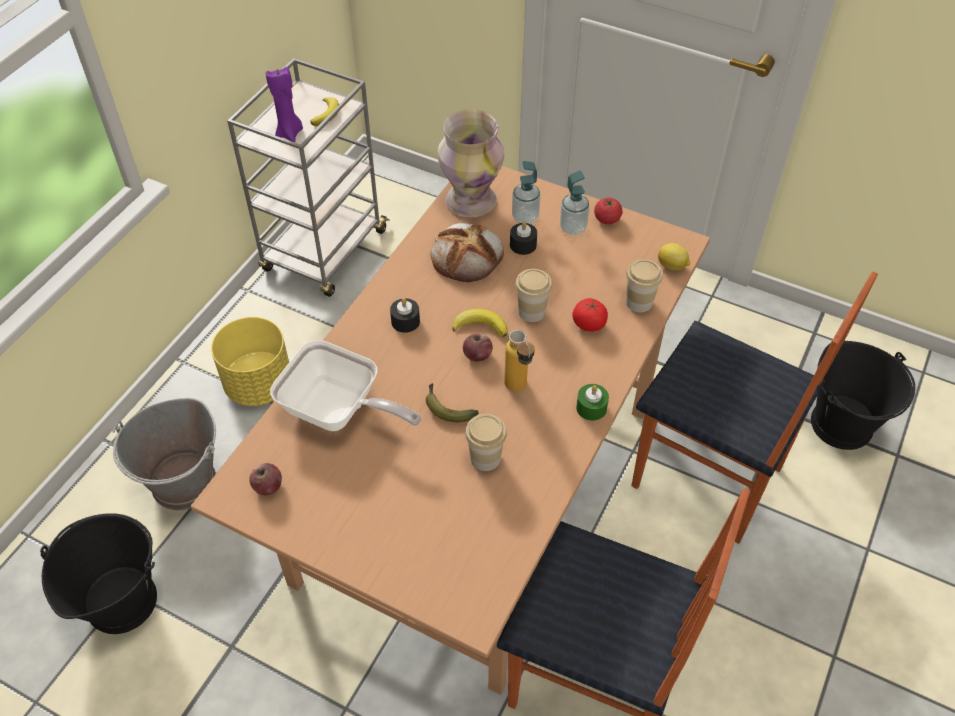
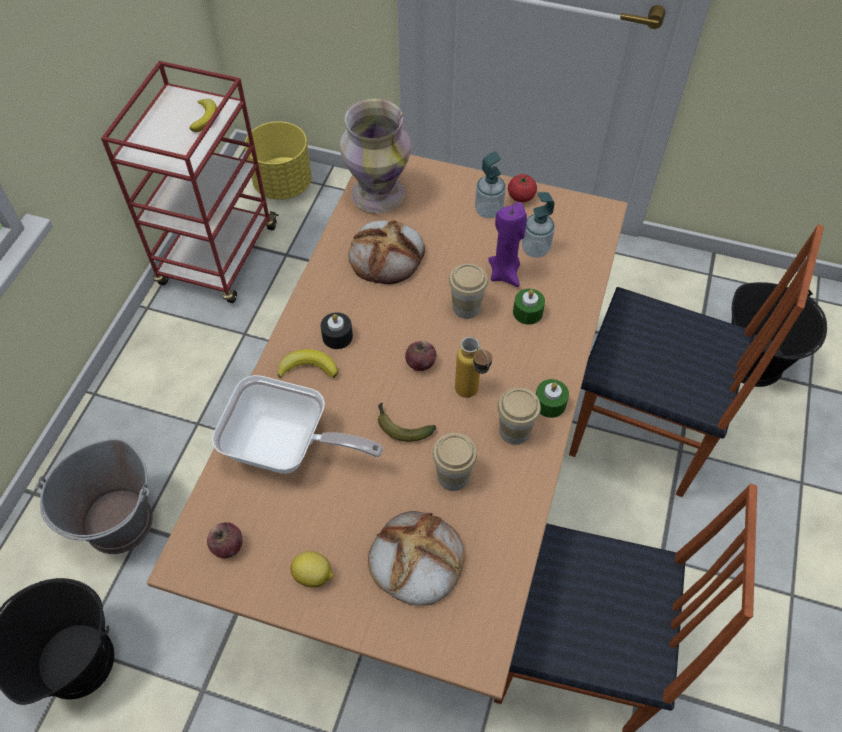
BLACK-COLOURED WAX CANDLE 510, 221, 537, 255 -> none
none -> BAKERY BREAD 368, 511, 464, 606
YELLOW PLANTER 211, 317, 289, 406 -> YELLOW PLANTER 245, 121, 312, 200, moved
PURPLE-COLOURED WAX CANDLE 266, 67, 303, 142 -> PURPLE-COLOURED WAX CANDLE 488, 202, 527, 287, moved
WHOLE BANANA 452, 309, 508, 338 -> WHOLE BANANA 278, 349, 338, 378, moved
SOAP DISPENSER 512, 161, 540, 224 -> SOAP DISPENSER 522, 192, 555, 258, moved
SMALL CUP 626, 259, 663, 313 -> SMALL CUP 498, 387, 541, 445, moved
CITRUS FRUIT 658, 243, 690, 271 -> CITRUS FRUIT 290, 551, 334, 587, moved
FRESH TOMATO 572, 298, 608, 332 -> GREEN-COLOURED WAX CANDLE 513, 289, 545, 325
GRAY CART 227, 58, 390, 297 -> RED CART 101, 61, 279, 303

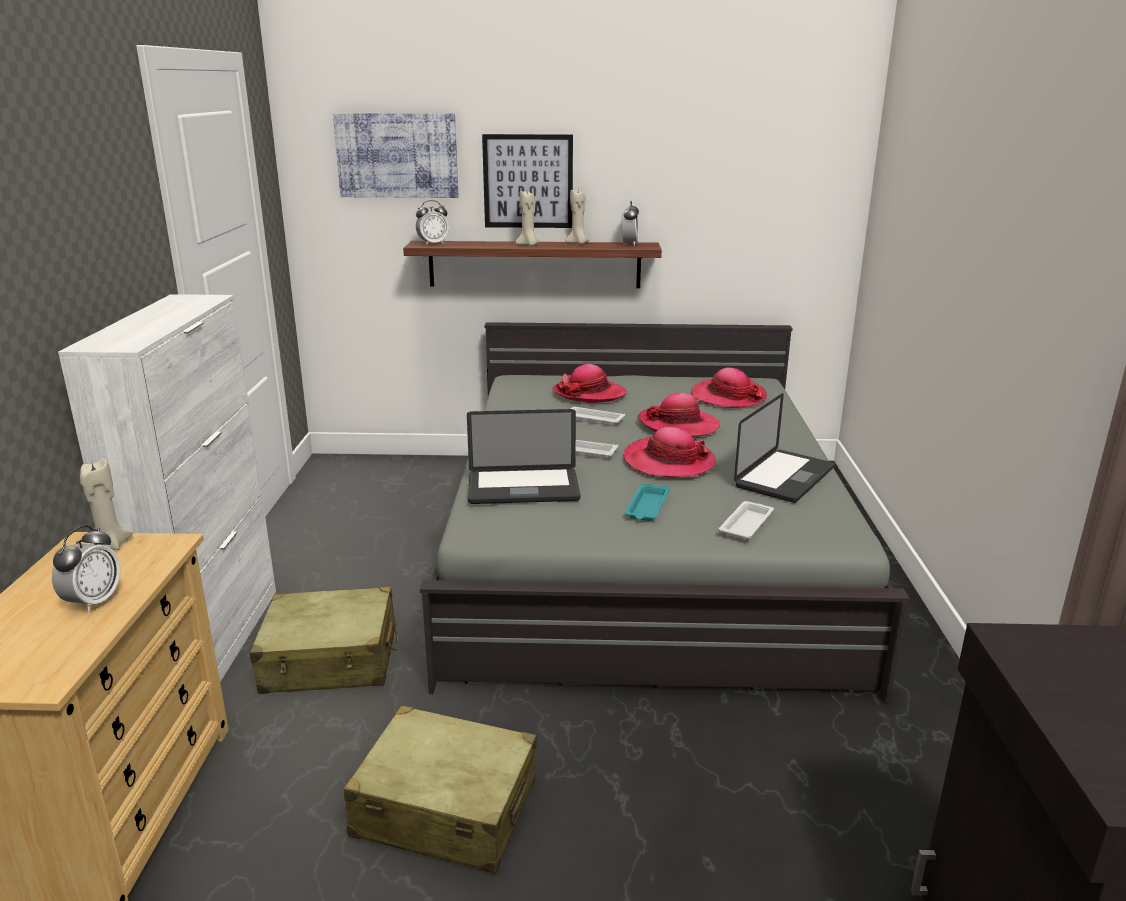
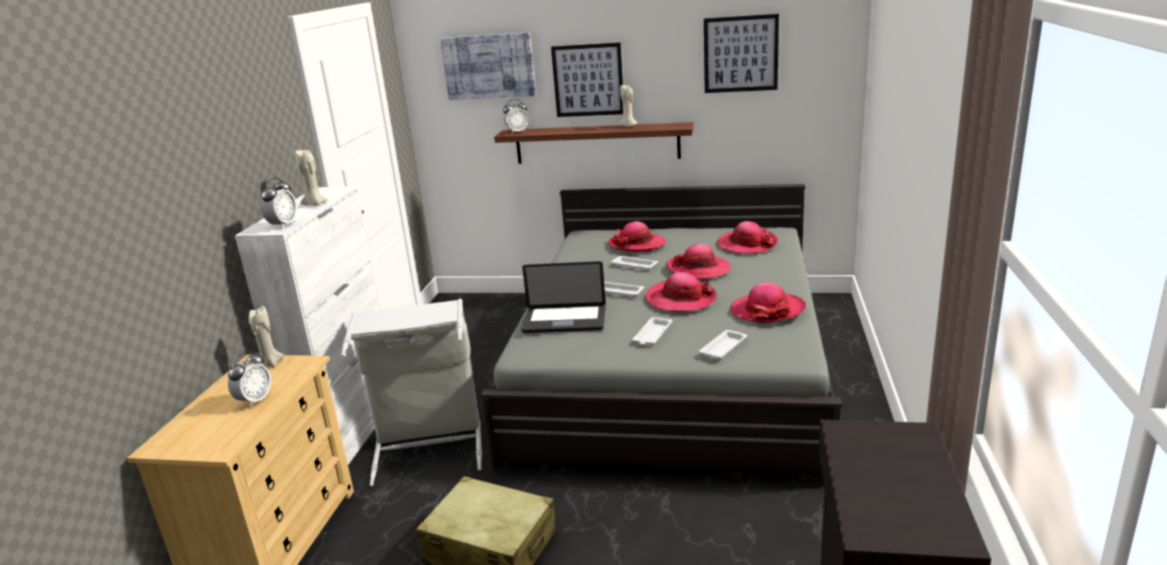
none -> PICTURE 704, 14, 779, 93
BEIGE WAX CANDLE 515, 191, 540, 246 -> BEIGE WAX CANDLE 295, 150, 328, 206, moved
BEDSIDE CLOCK 622, 201, 639, 246 -> BEDSIDE CLOCK 261, 178, 297, 229, moved
BEIGE PIECE OF LUGGAGE 250, 587, 398, 694 -> GRAY WASHING BASKET 340, 299, 482, 487
NOTEBOOK COMPUTER 734, 393, 835, 503 -> WEARABLE HAT 731, 282, 806, 323
BLUE-GREEN CARRYING TRAY 625, 483, 670, 521 -> WHITE CARRYING TRAY 632, 316, 673, 345

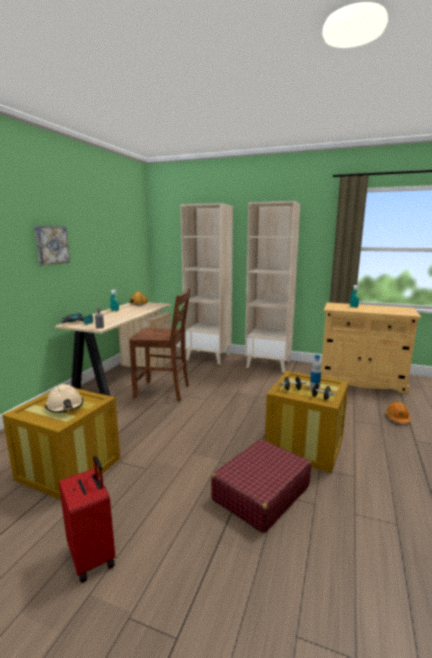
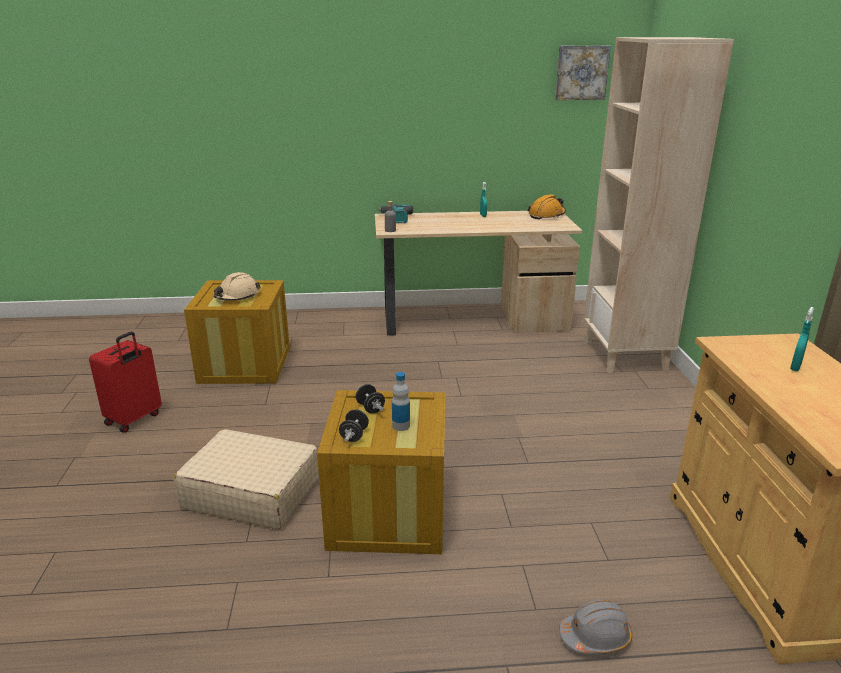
BROWNISH CHAIR 129, 289, 190, 401 -> none
BEIGE BOOKSHELF 245, 201, 301, 373 -> none
PICTURE 34, 226, 70, 266 -> PICTURE 555, 46, 611, 100, moved
RED PIECE OF LUGGAGE 211, 439, 311, 533 -> BEIGE PIECE OF LUGGAGE 174, 429, 319, 529
ORANGE WORK HELMET 386, 402, 410, 423 -> GRAY WORK HELMET 559, 599, 633, 654

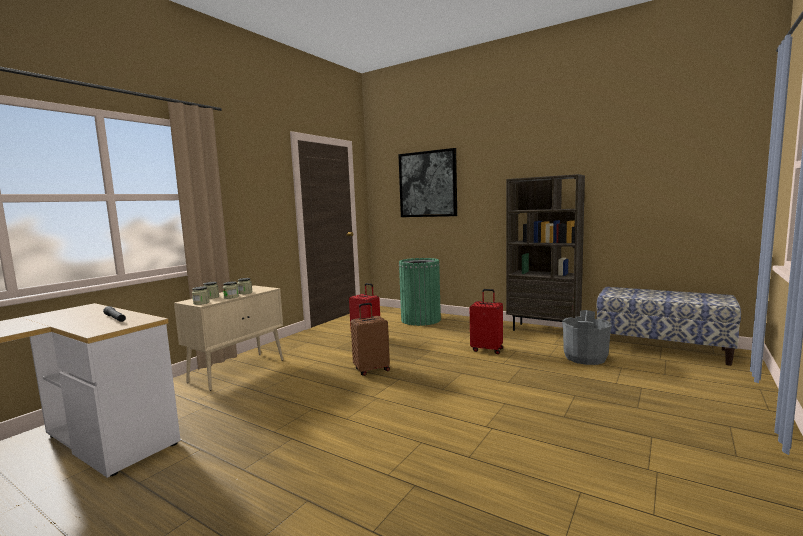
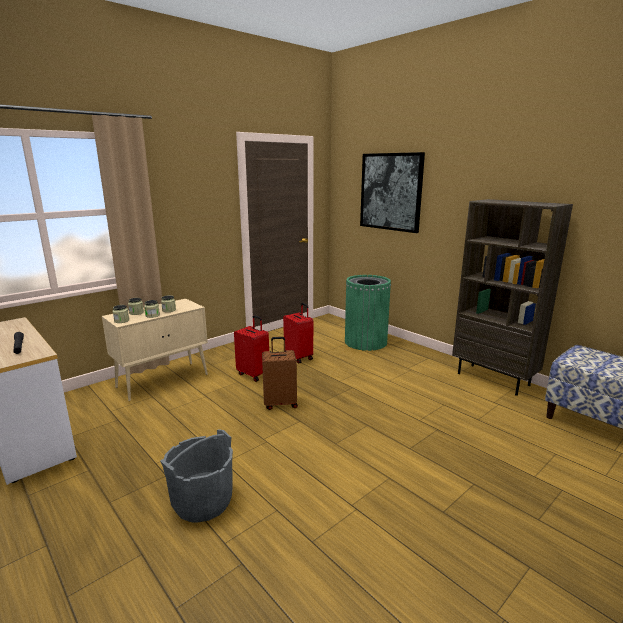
RED PIECE OF LUGGAGE 470, 289, 503, 354 -> RED PIECE OF LUGGAGE 234, 315, 269, 382, moved
GRAY WATER BUCKET 562, 310, 612, 365 -> GRAY WATER BUCKET 160, 429, 233, 523, moved

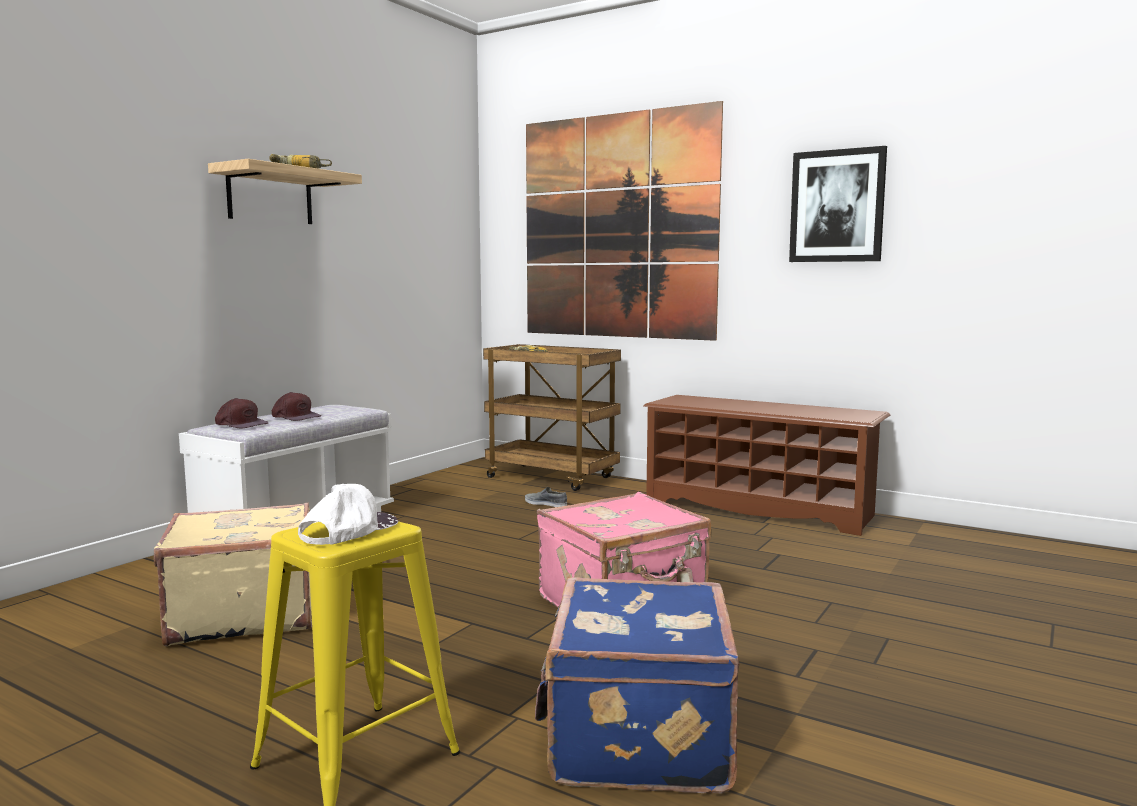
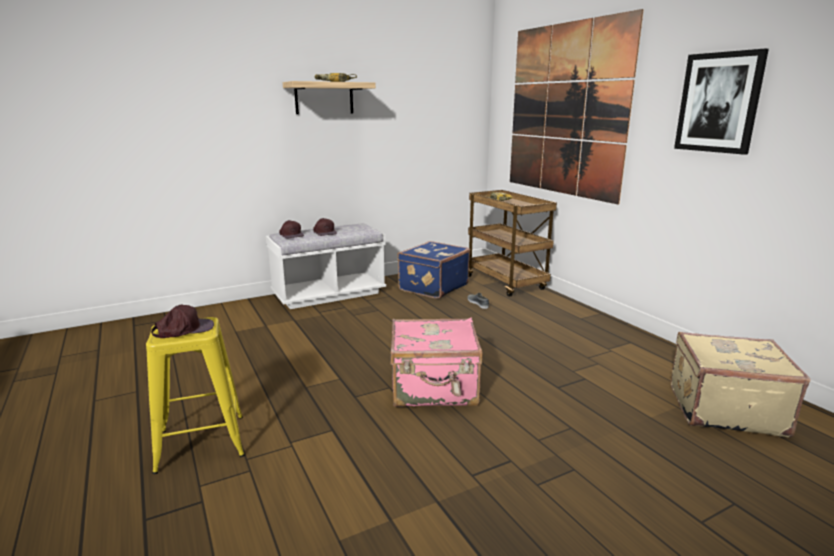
BROWNISH SHOE SHELF 643, 395, 890, 536 -> none
BEIGE PIECE OF LUGGAGE 154, 503, 312, 646 -> BEIGE PIECE OF LUGGAGE 671, 332, 811, 437, moved
BLUE-COLOURED PIECE OF LUGGAGE 535, 577, 739, 793 -> BLUE-COLOURED PIECE OF LUGGAGE 397, 241, 470, 299, moved
WHITE BASEBALL CAP 298, 484, 398, 545 -> BROWNISH BASEBALL CAP 151, 305, 214, 338

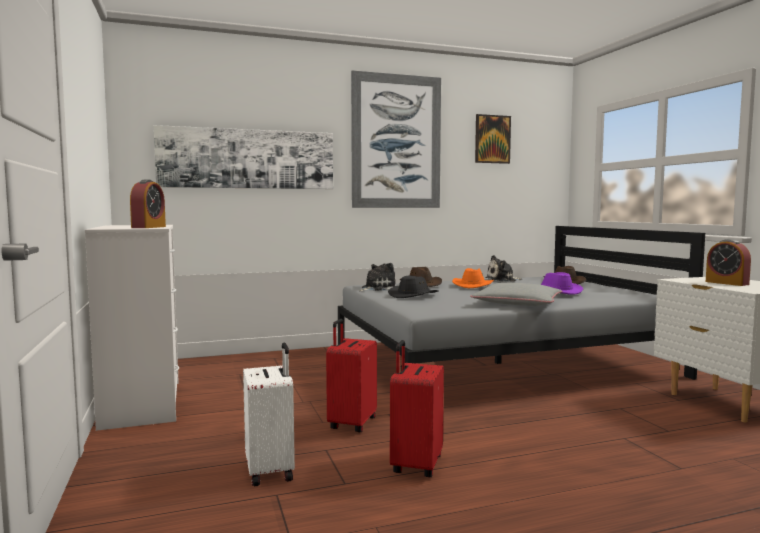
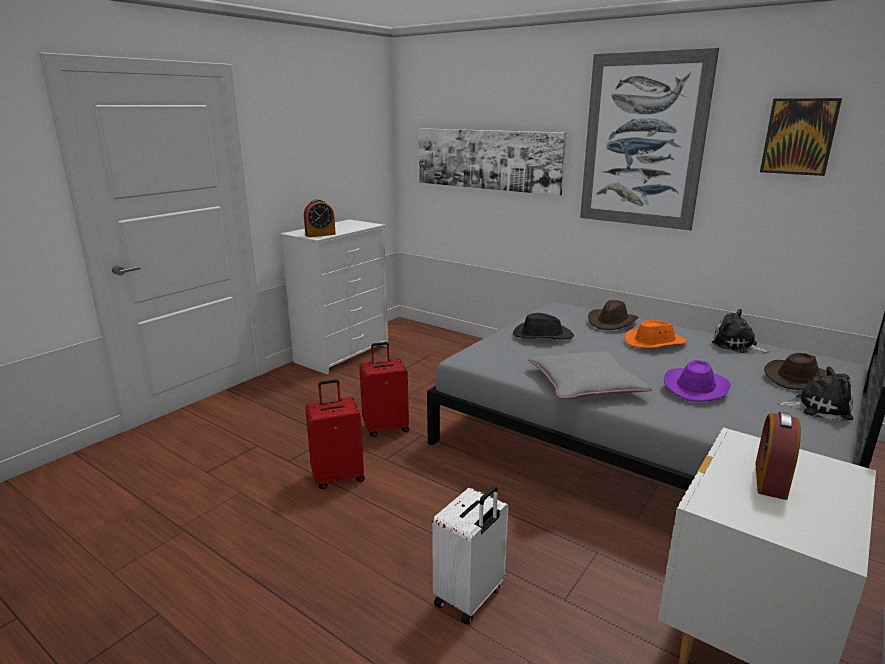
WHITE PIECE OF LUGGAGE 243, 343, 295, 487 -> WHITE PIECE OF LUGGAGE 432, 486, 509, 625, moved
CUDDLY TOY 359, 263, 396, 291 -> CUDDLY TOY 778, 366, 854, 421, moved

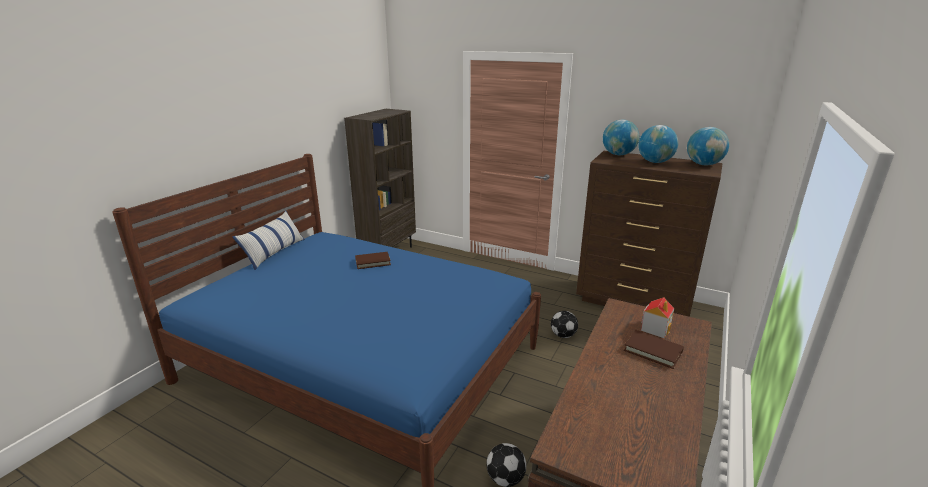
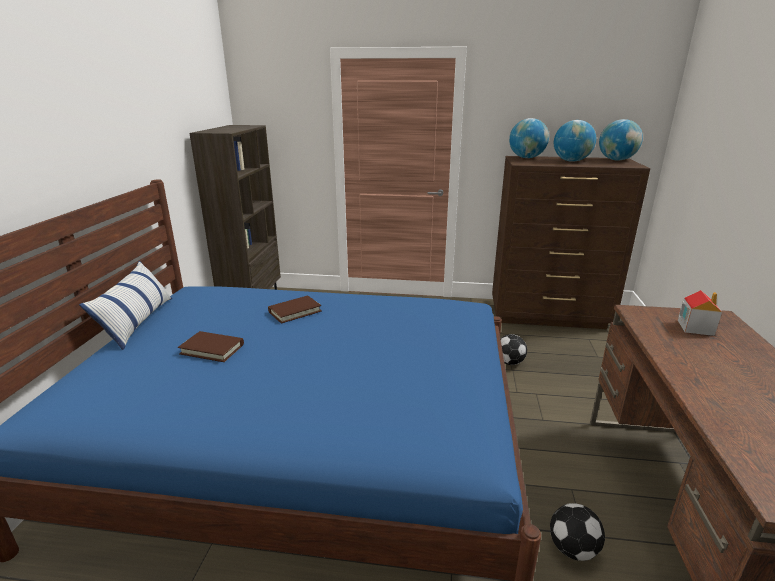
BROWNISH BOOK 624, 330, 684, 369 -> BROWNISH BOOK 178, 331, 244, 362, moved

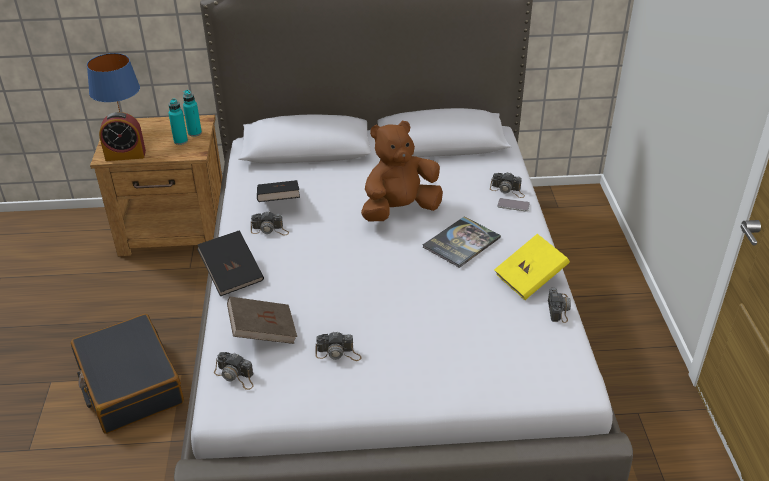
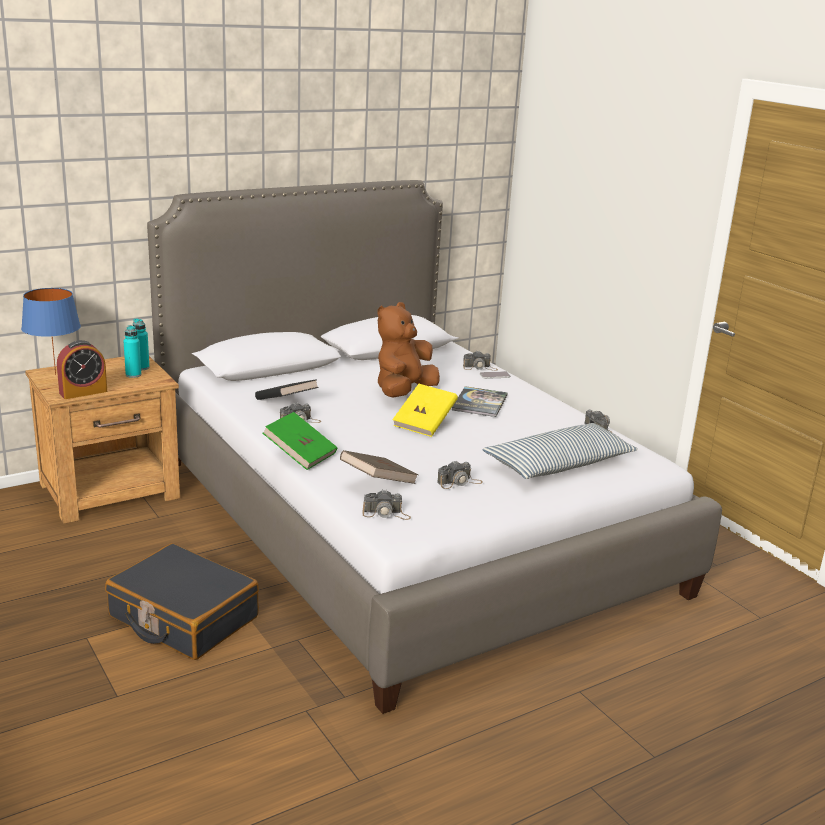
none -> THROW PILLOW 482, 423, 638, 479
YELLOW BOOK 494, 234, 570, 300 -> YELLOW BOOK 392, 384, 458, 437, moved
BLACK-COLOURED BOOK 197, 231, 264, 296 -> GREEN-COLOURED BOOK 263, 412, 338, 470

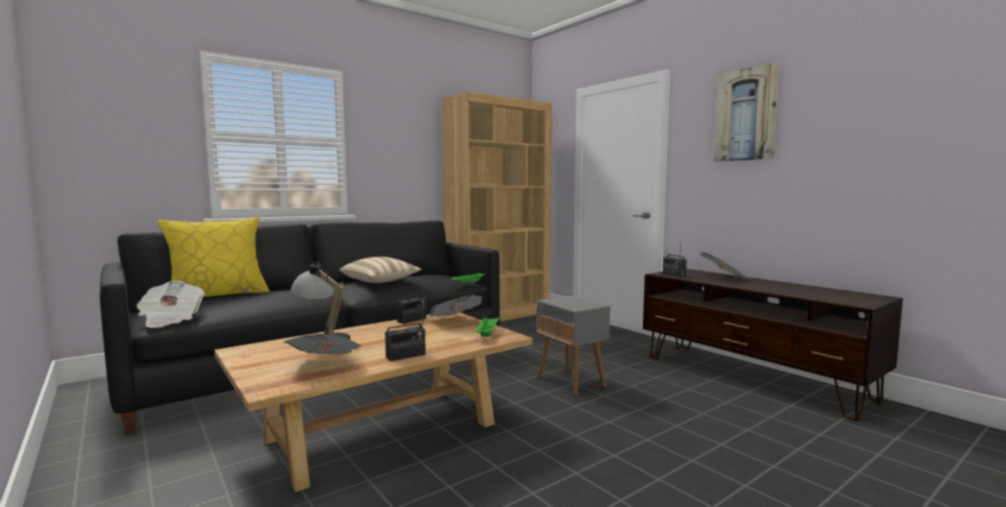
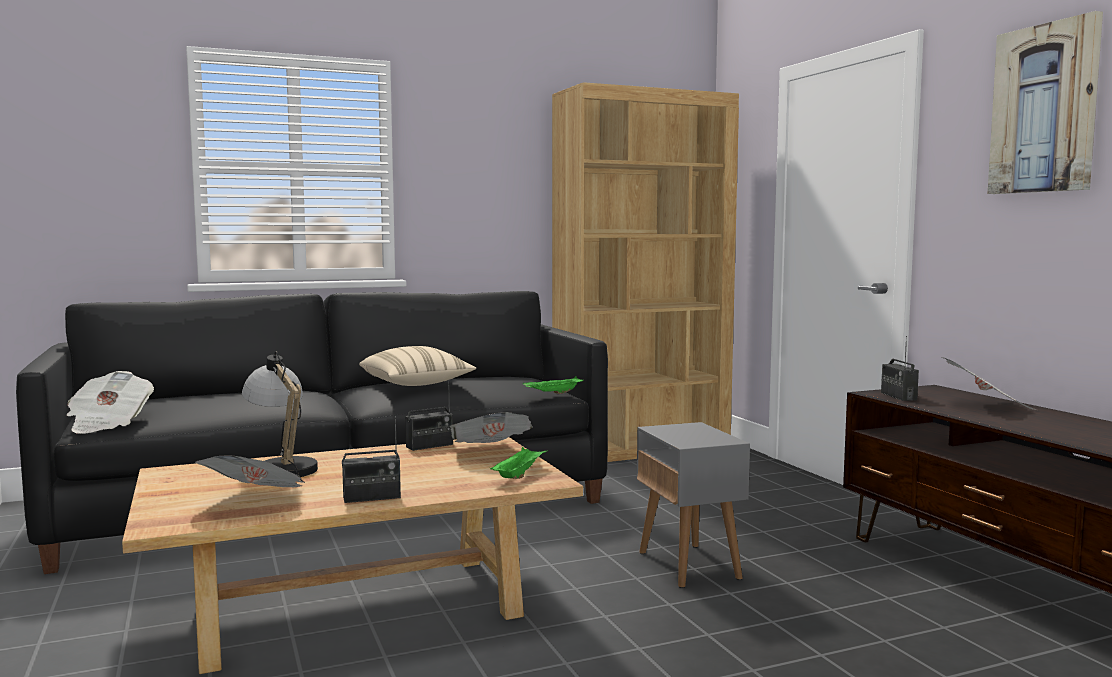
YELLOW THROW PILLOW 158, 217, 270, 297 -> none

